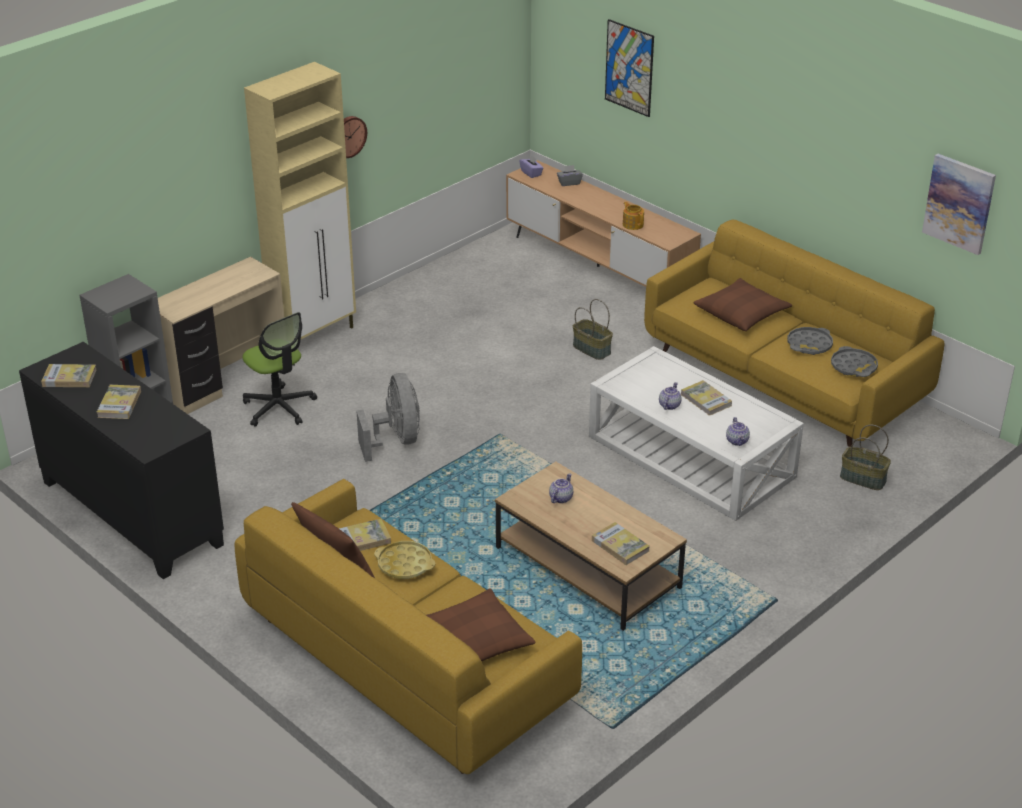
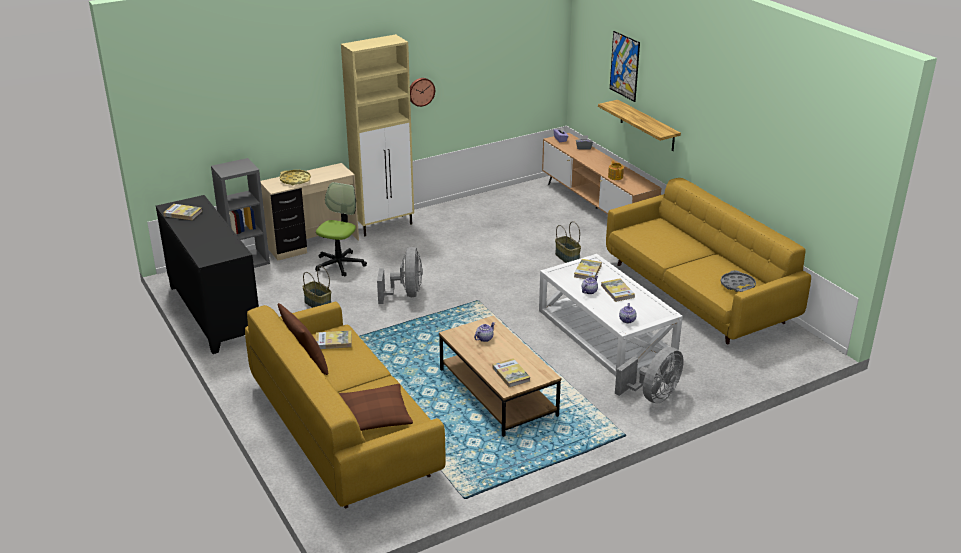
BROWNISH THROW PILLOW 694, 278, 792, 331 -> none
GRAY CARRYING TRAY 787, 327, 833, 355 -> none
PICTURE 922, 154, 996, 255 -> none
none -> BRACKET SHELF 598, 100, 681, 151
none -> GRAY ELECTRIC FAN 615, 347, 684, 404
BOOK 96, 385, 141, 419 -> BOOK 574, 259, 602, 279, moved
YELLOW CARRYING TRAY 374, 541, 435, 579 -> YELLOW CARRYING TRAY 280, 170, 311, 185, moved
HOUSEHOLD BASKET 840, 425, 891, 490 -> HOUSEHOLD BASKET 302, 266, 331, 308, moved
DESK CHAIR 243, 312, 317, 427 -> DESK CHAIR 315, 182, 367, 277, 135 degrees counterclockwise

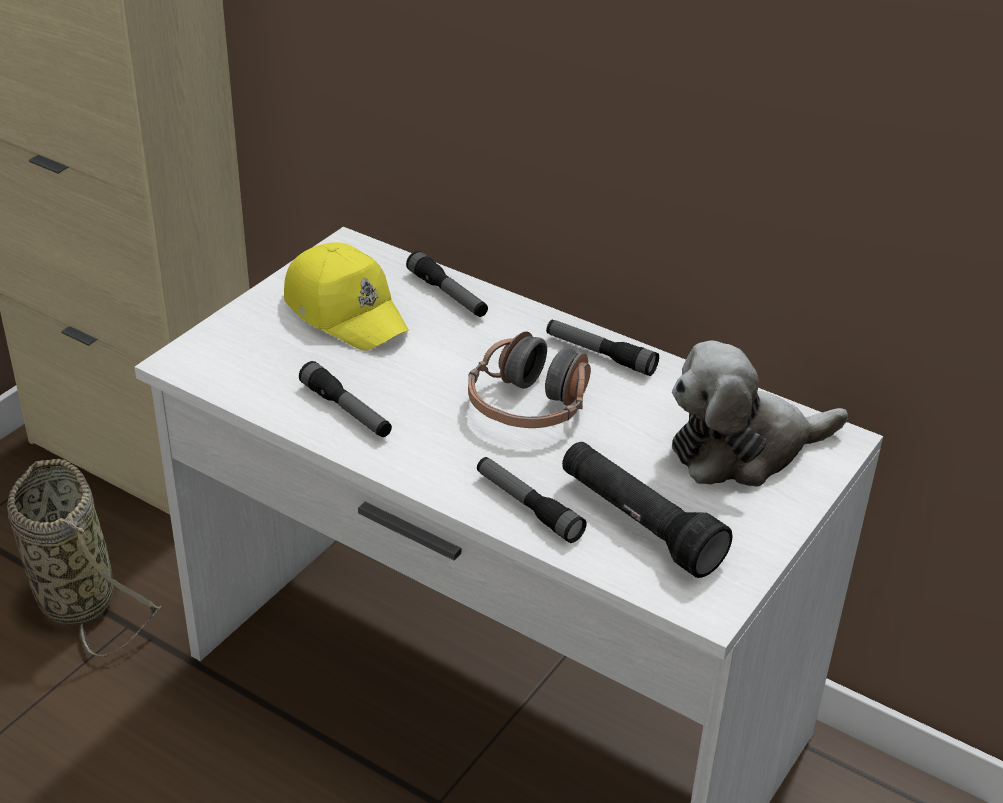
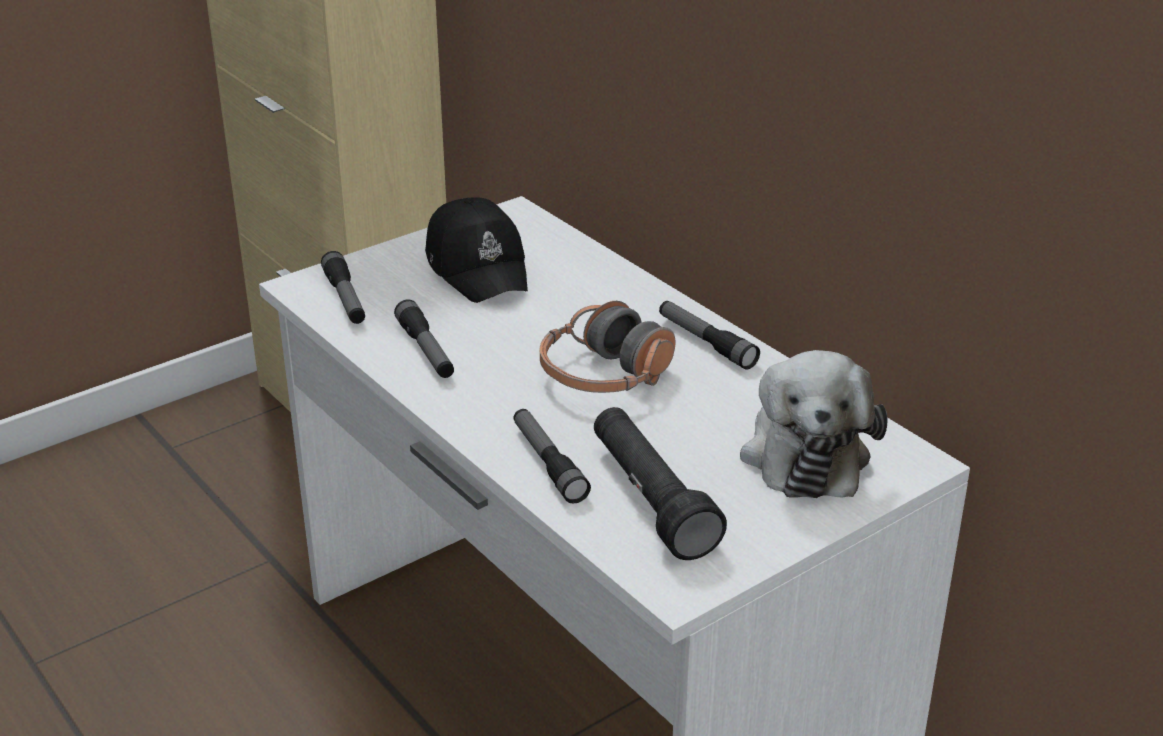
HOUSEHOLD BASKET 7, 459, 162, 657 -> none
HAND TORCH 406, 251, 488, 317 -> HAND TORCH 321, 251, 365, 324, moved
YELLOW BASEBALL CAP 284, 242, 409, 351 -> BLACK-COLOURED BASEBALL CAP 425, 197, 528, 303
CUDDLY TOY 672, 340, 848, 487 -> CUDDLY TOY 740, 350, 888, 498, 90 degrees counterclockwise

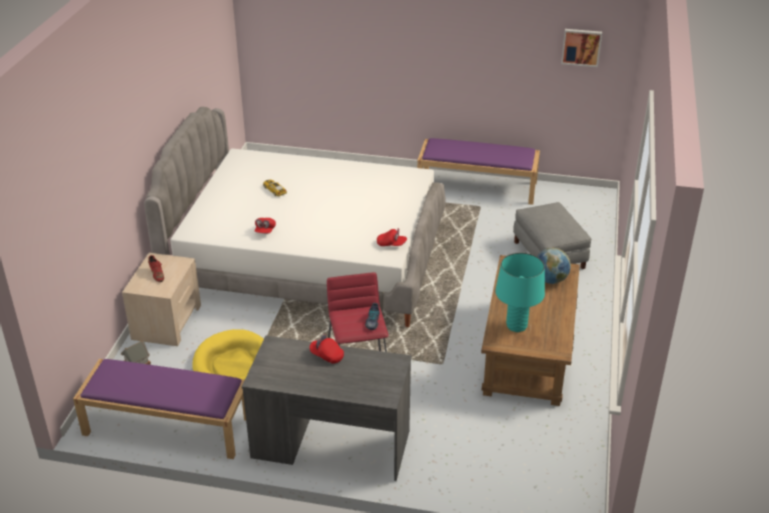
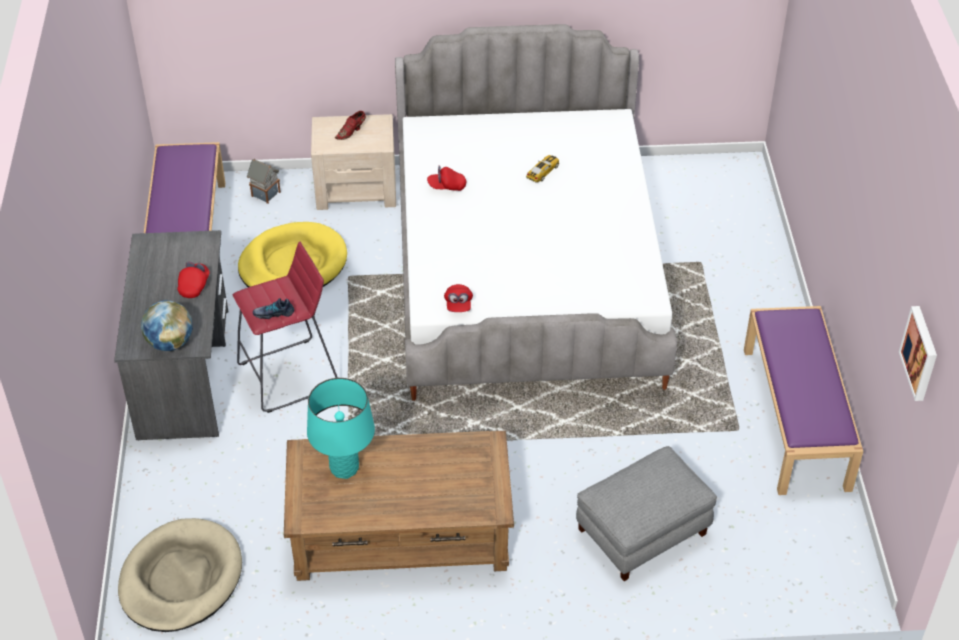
none -> BEIGE PET BED 118, 518, 242, 632
GLOBE 537, 248, 571, 284 -> GLOBE 141, 300, 193, 351, moved

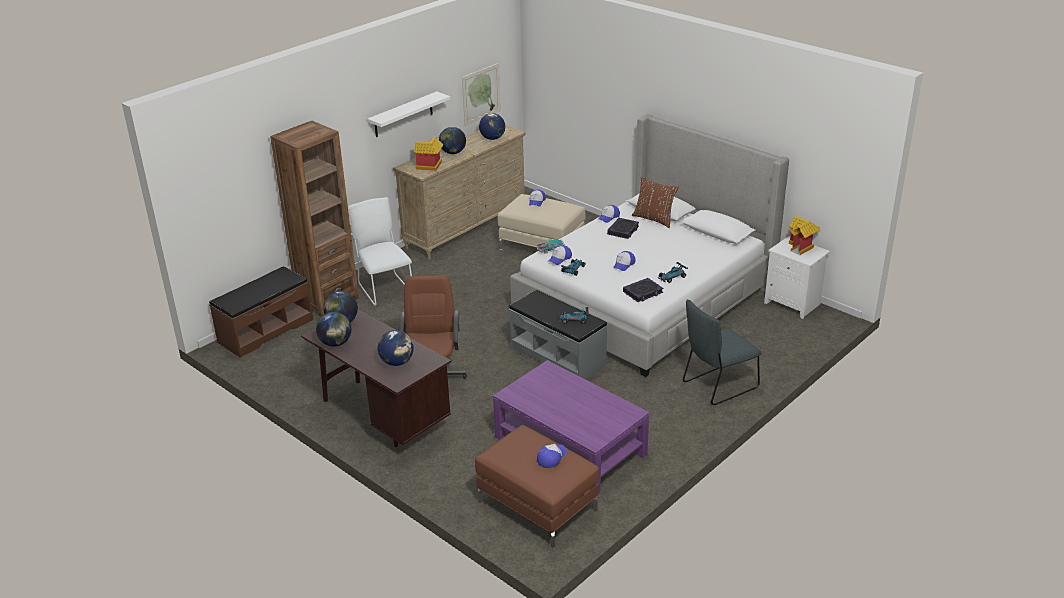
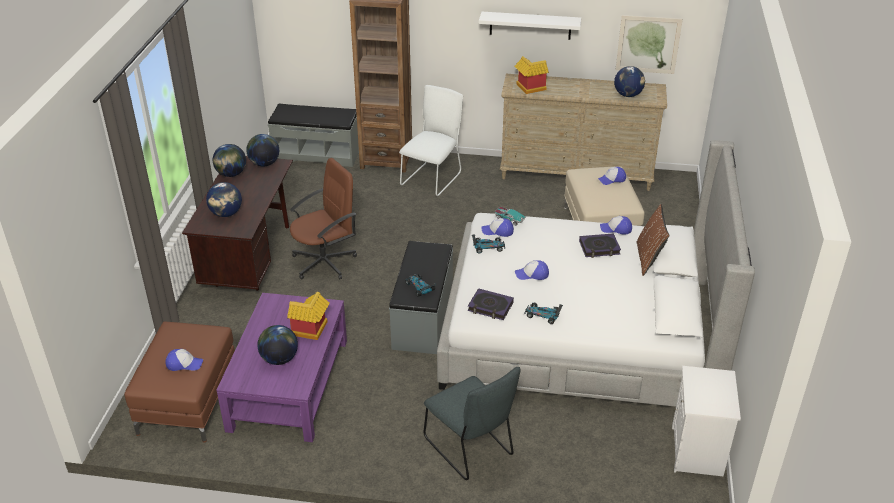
GLOBE 439, 127, 466, 154 -> GLOBE 257, 325, 298, 365, moved
TOY HOUSE 789, 215, 820, 255 -> TOY HOUSE 287, 292, 330, 340, moved
BROWNISH LONG SEAT 209, 266, 313, 358 -> GRAY LONG SEAT 268, 104, 359, 167
GRAY CHAIR 683, 300, 761, 405 -> GRAY CHAIR 423, 367, 521, 480, 150 degrees counterclockwise

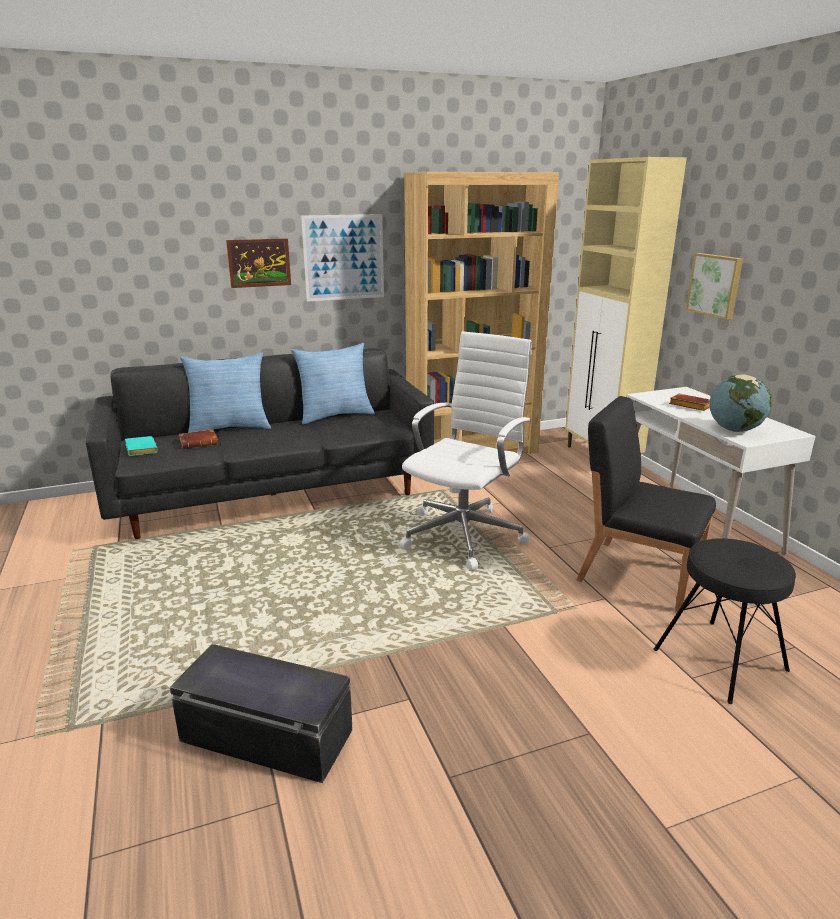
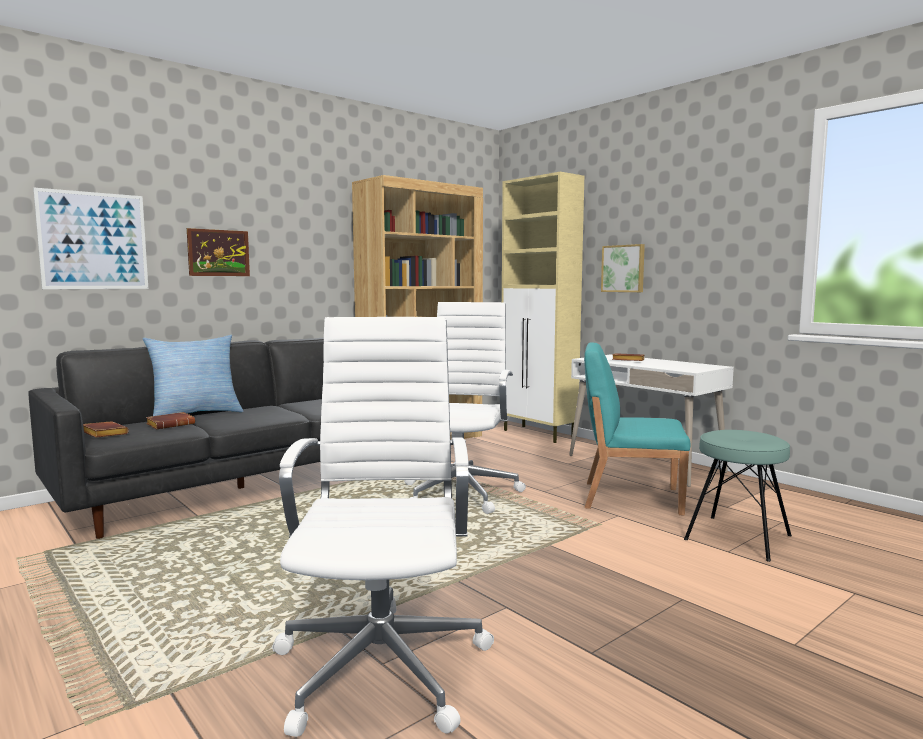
THROW PILLOW 291, 343, 375, 425 -> none
GLOBE 709, 375, 773, 432 -> none
PICTURE 301, 214, 384, 302 -> PICTURE 33, 188, 148, 289, moved
BLACK-COLOURED STORAGE CONTAINER 170, 644, 353, 783 -> WHITE DESK CHAIR 272, 317, 494, 737
BLUE-GREEN BOOK 125, 436, 158, 456 -> BROWNISH BOOK 83, 421, 129, 438
BLACK-COLOURED CHAIR 576, 396, 716, 612 -> BLUE-GREEN CHAIR 584, 342, 690, 515
BLACK-COLOURED STOOL 654, 538, 796, 704 -> BLUE-GREEN STOOL 684, 430, 792, 562

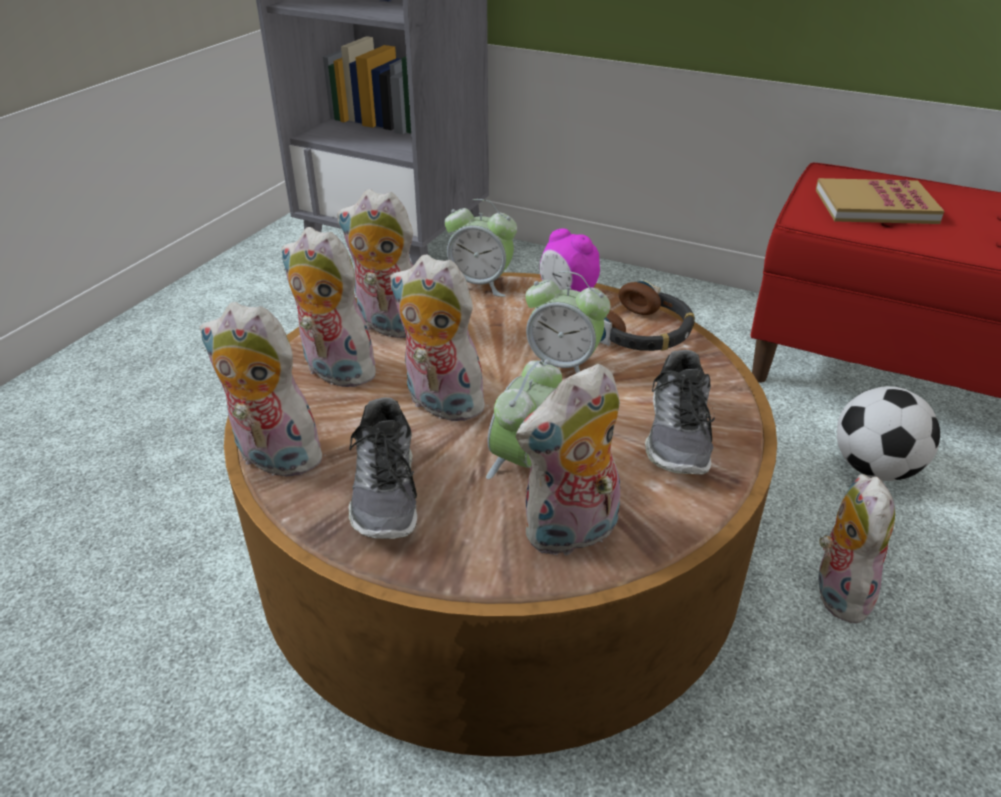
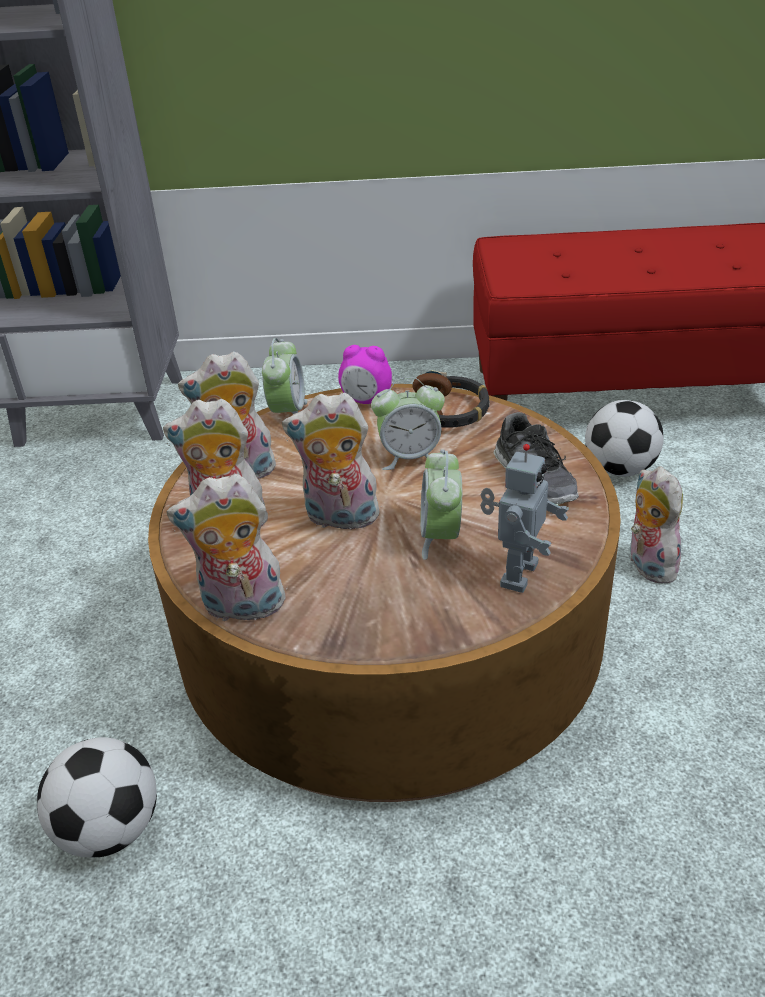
ITEM OF FOOTWEAR 348, 397, 417, 539 -> none
BOOK 816, 178, 944, 224 -> none
none -> FOOTBALL 37, 737, 157, 857
CUDDLY TOY 516, 364, 620, 558 -> TOY ROBOT 480, 444, 569, 593
BEDSIDE CLOCK 445, 199, 517, 297 -> BEDSIDE CLOCK 262, 338, 308, 414, 75 degrees counterclockwise

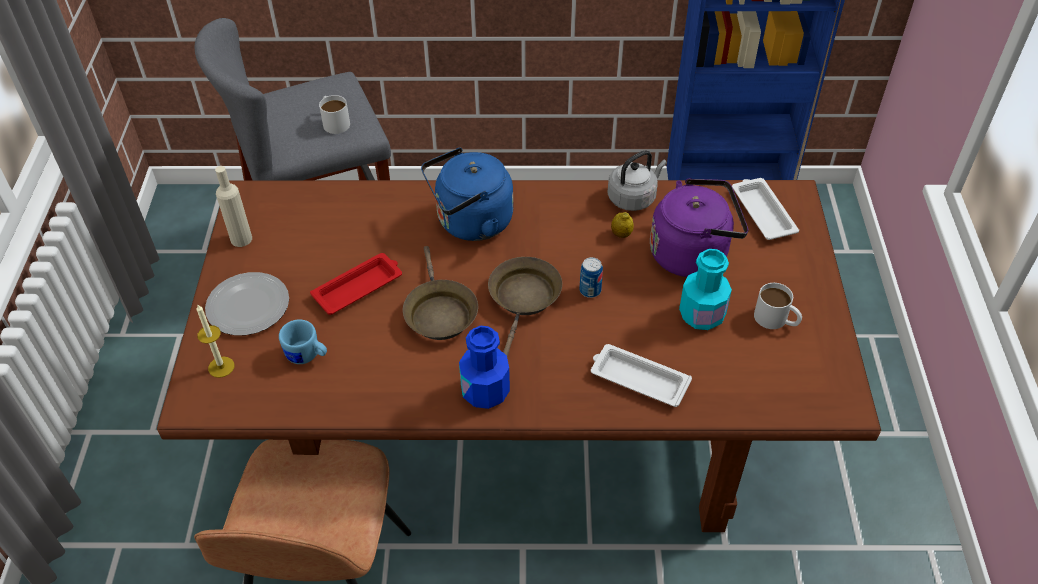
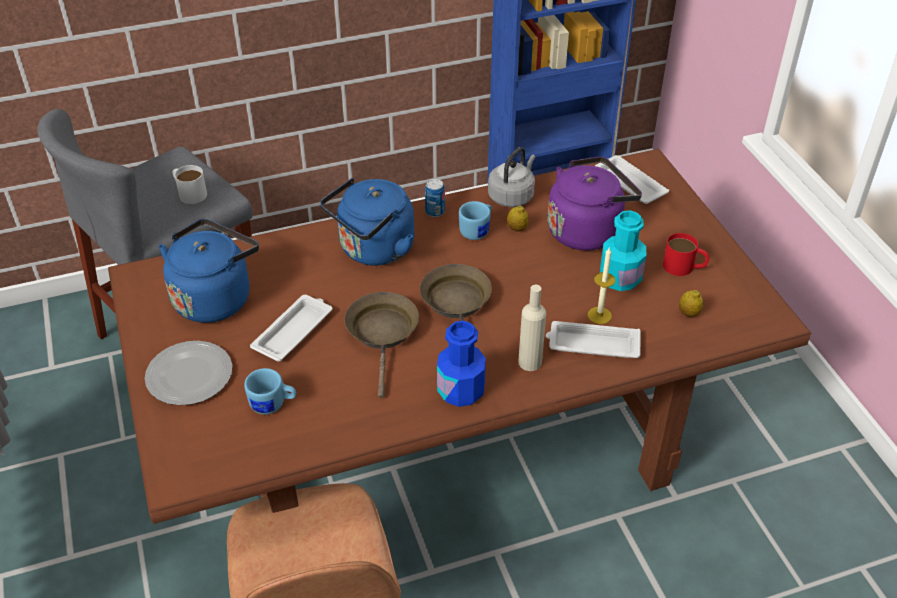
none -> BLUE-COLOURED WATER KETTLE 159, 219, 259, 323
none -> BLUE-COLOURED MUG 459, 201, 492, 240
none -> CITRUS FRUIT 679, 290, 703, 317
WAX CANDLE 196, 305, 234, 378 -> WAX CANDLE 588, 248, 615, 324, moved
BEIGE DRINK BOTTLE 215, 166, 252, 247 -> BEIGE DRINK BOTTLE 518, 285, 546, 371, moved
METAL CAN 580, 257, 603, 298 -> METAL CAN 425, 179, 445, 217, moved
RED CARRYING TRAY 310, 253, 402, 315 -> WHITE CARRYING TRAY 250, 295, 333, 362
WHITE MUG 754, 283, 802, 329 -> RED MUG 663, 233, 710, 276
BROWNISH FRYING PAN 403, 246, 478, 340 -> BROWNISH FRYING PAN 345, 292, 419, 398, 150 degrees counterclockwise

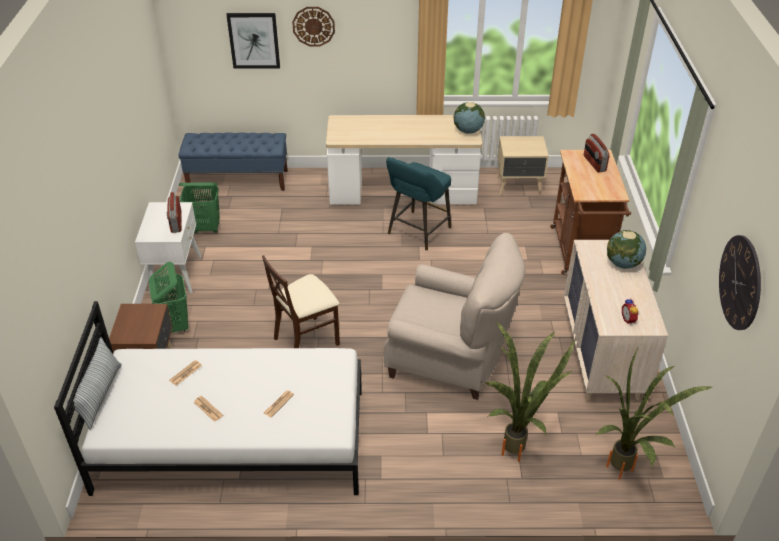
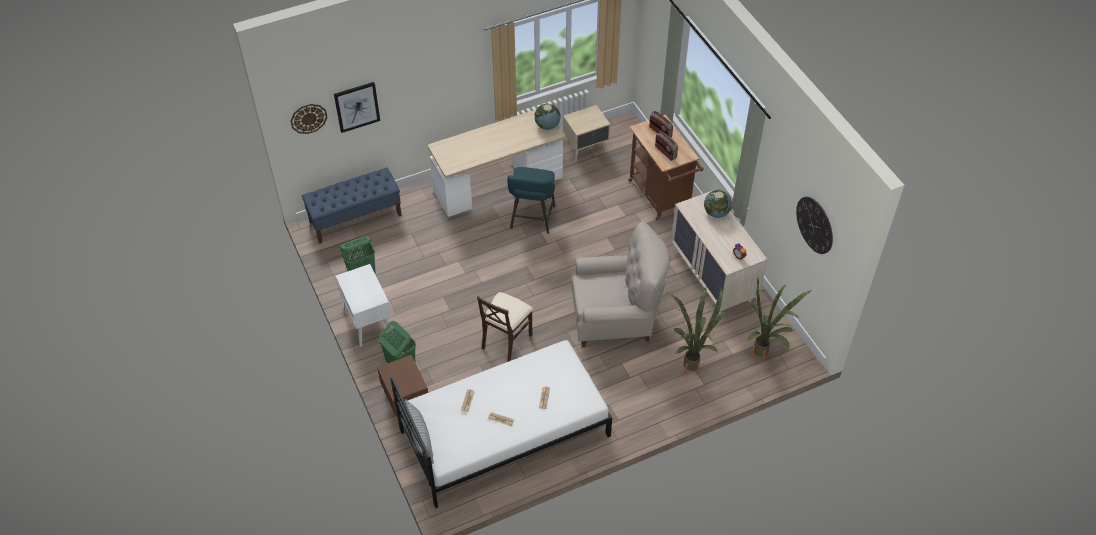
RADIO SET 167, 192, 182, 233 -> RADIO SET 655, 130, 678, 161, moved
HANGING CLOCK 292, 7, 335, 47 -> HANGING CLOCK 291, 104, 328, 134, moved

